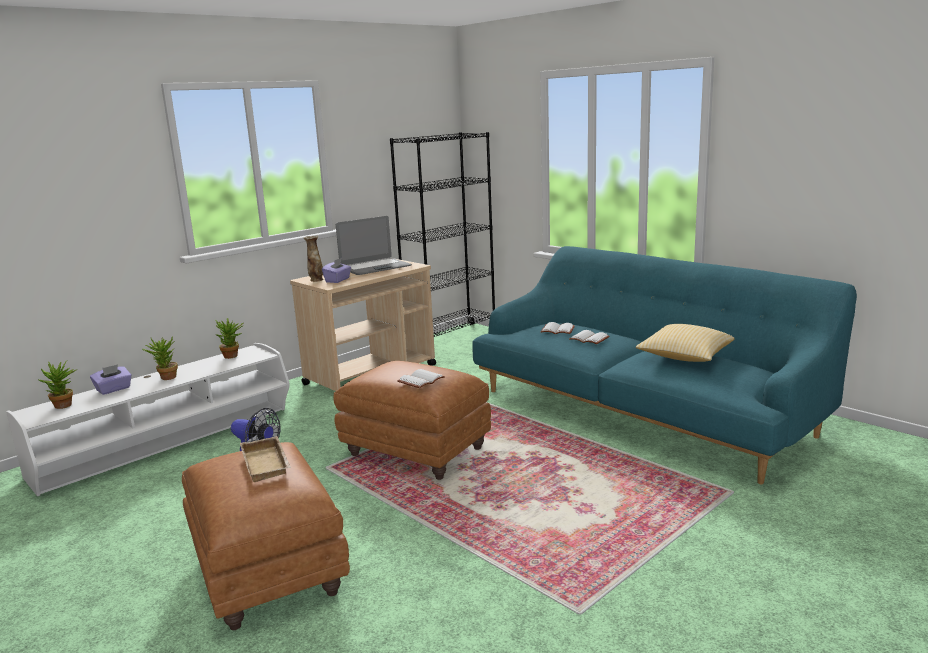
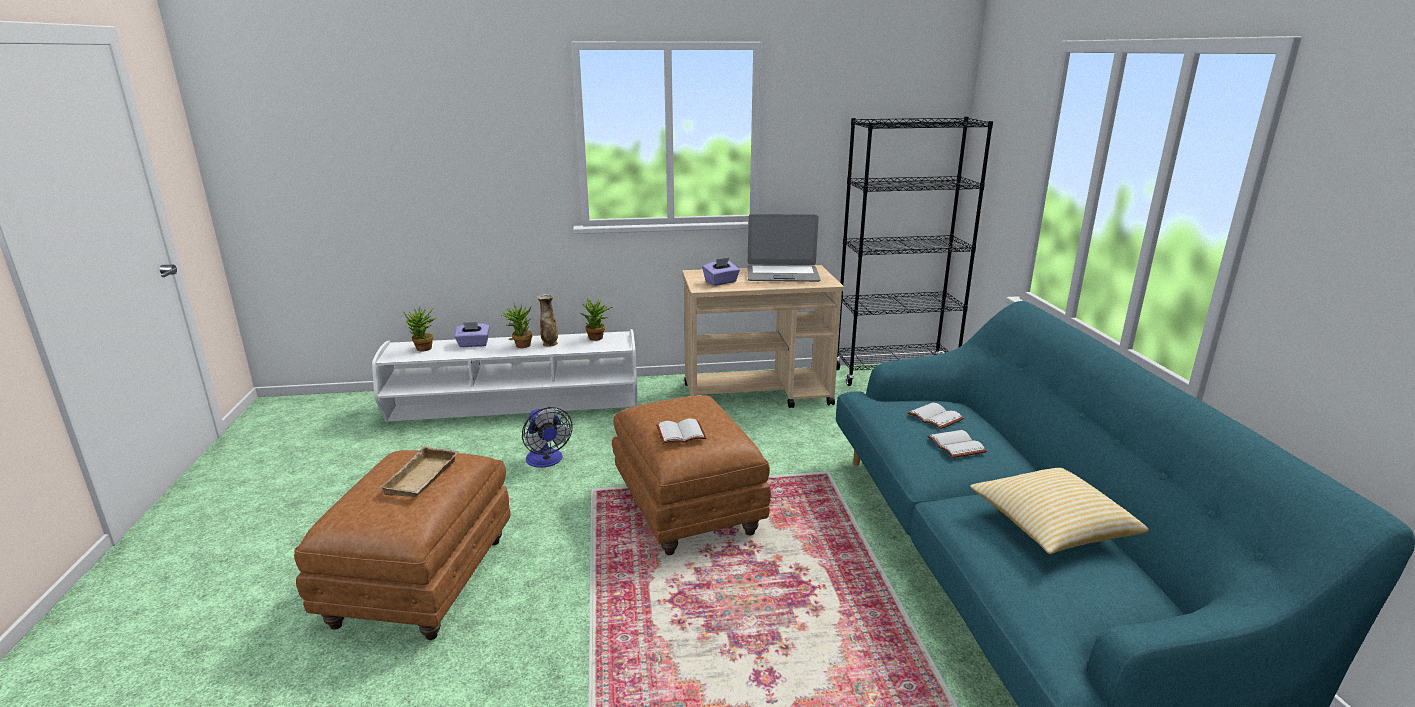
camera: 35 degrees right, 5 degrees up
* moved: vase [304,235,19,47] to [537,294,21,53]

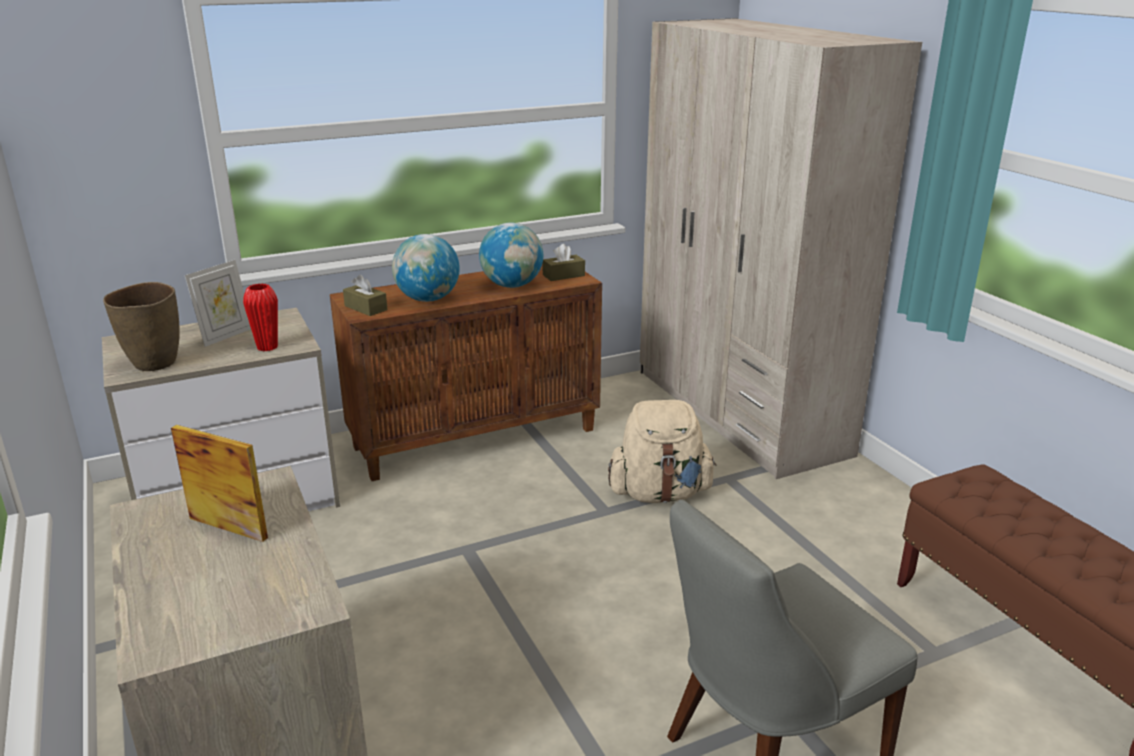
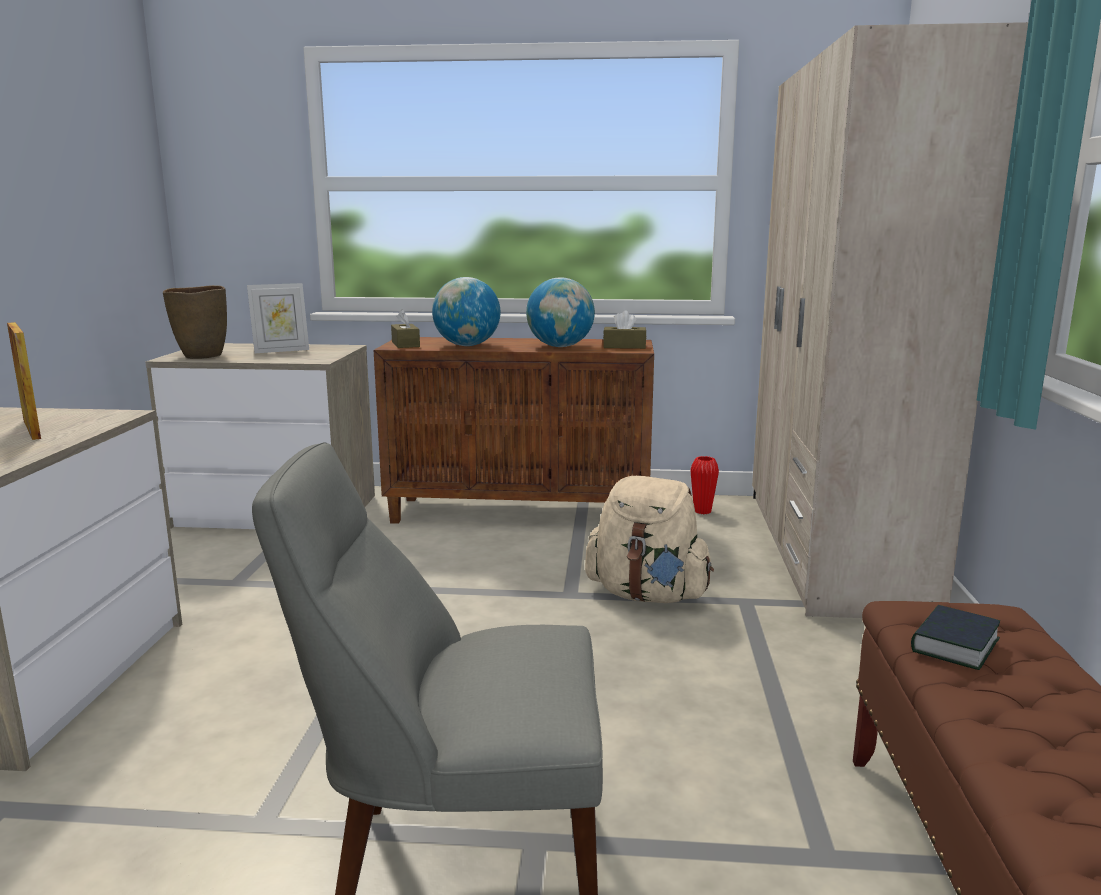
camera: 30 degrees right, 10 degrees down
* moved: red-coloured vase [243,284,35,67] to [690,456,29,58]
* added: bound book [911,605,89,65]

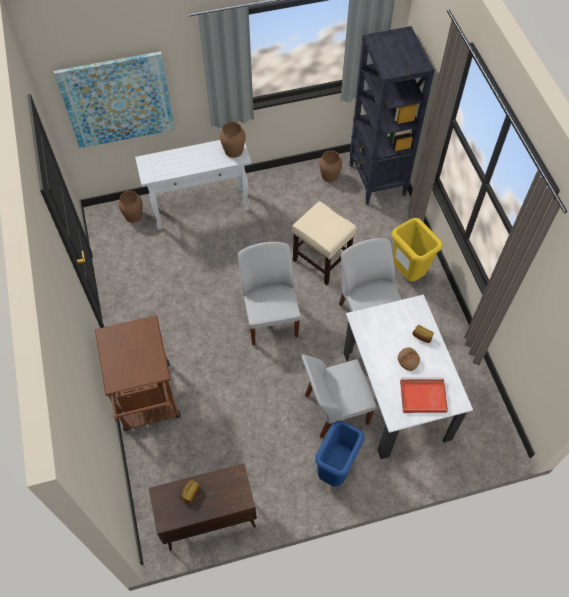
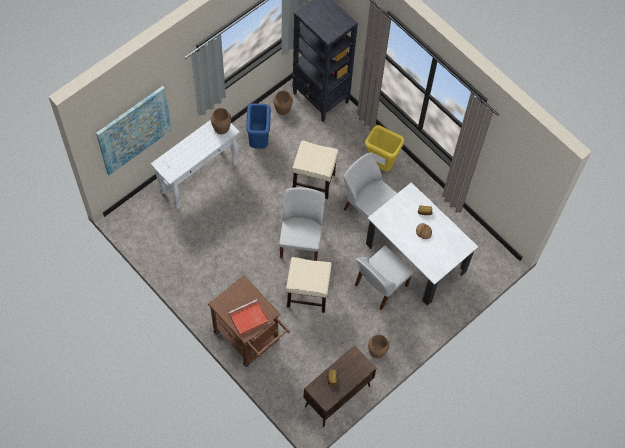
camera: 30 degrees left, 5 degrees up
* moved: red-coloured serving tray [400,377,48,36] to [229,299,39,36]
* moved: blue-coloured rubbish bin [315,420,50,67] to [246,104,25,44]
* turned: white upright chair [238,242,63,103] = [279,187,46,74] 45 degrees clockwise
* added: sand-coloured stool seat [286,257,46,56]
* moved: brown-coloured vase [118,191,25,32] to [368,335,21,23]

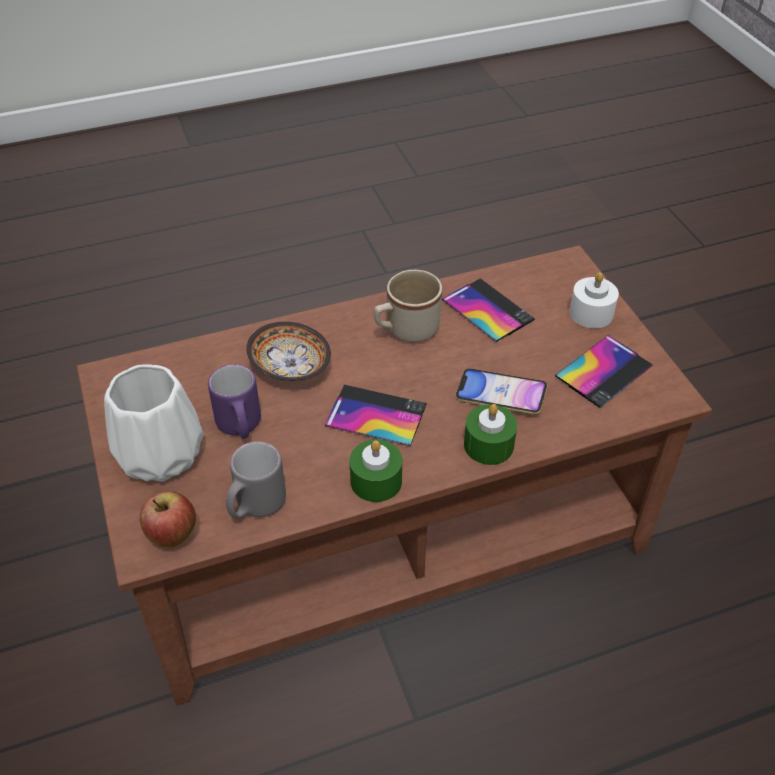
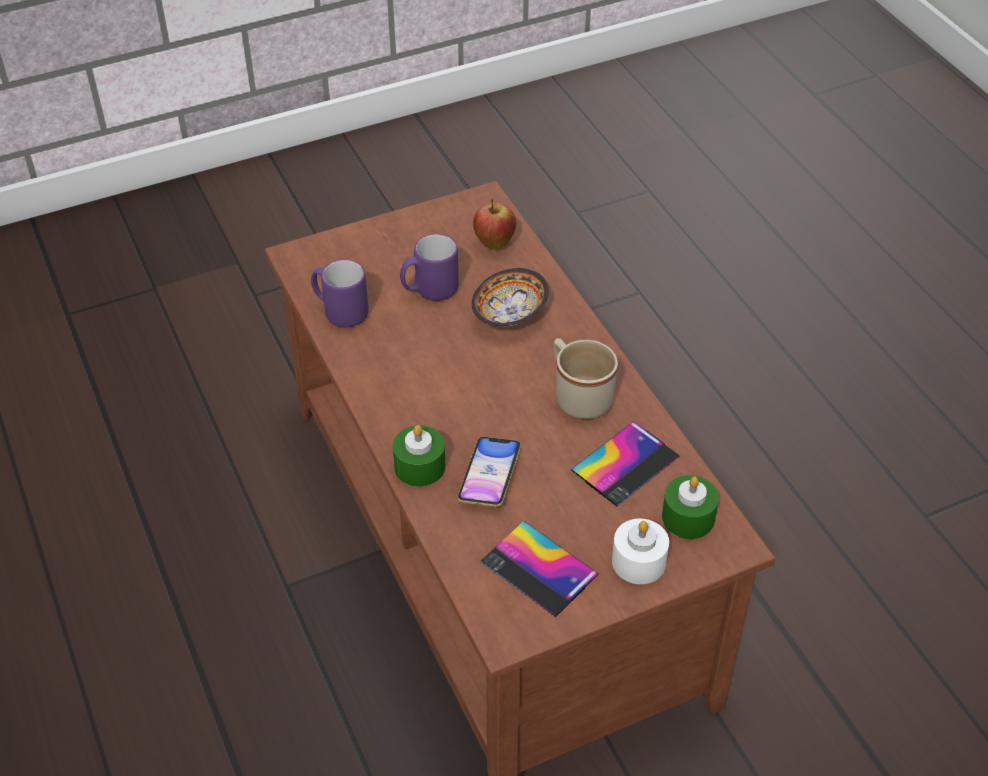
camera: 85 degrees right, 0 degrees up
* recoloured: greyish mug [226,441,60,78] to purplish mug [311,260,58,67]
* moved: apple [140,491,56,57] to [473,199,43,51]
* moved: green-coloured candle [349,439,53,63] to [662,475,57,64]
* removed: white vase [104,364,100,118]
* removed: phone [325,385,102,61]

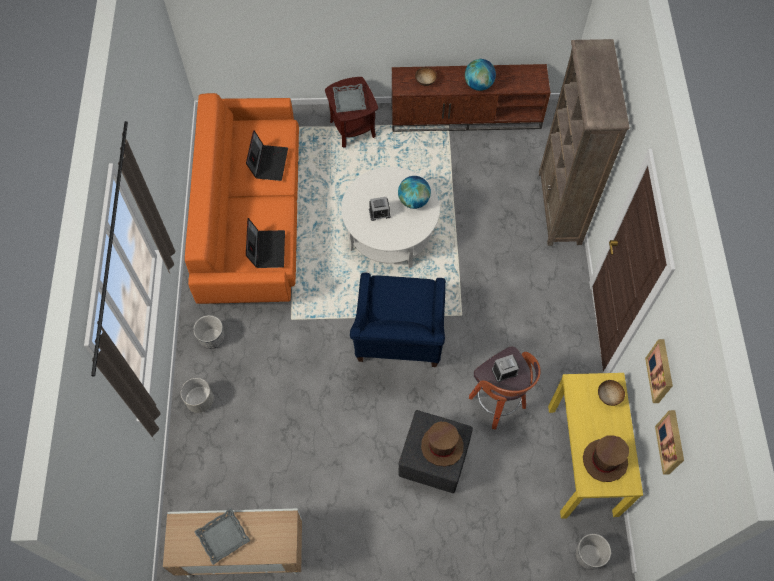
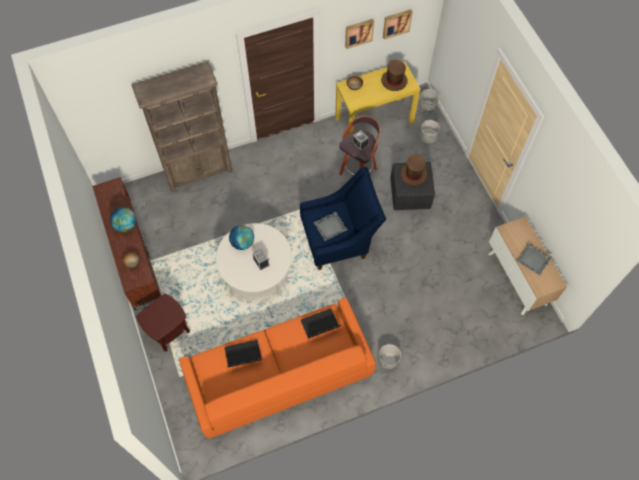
camera: 110 degrees left, 0 degrees up
* moved: greyish serving tray [333,84,33,29] to [314,212,34,29]
* moved: greyish planter [181,378,33,35] to [420,120,20,23]

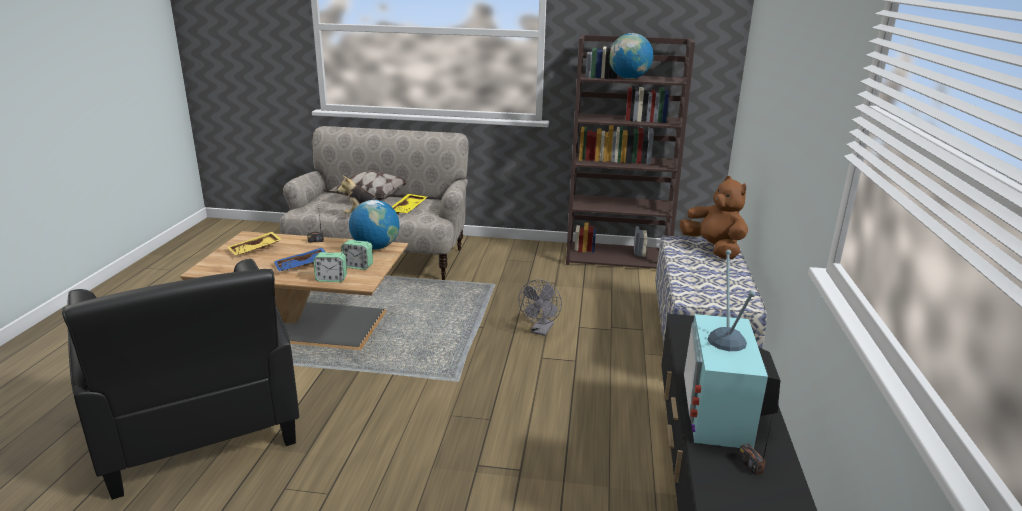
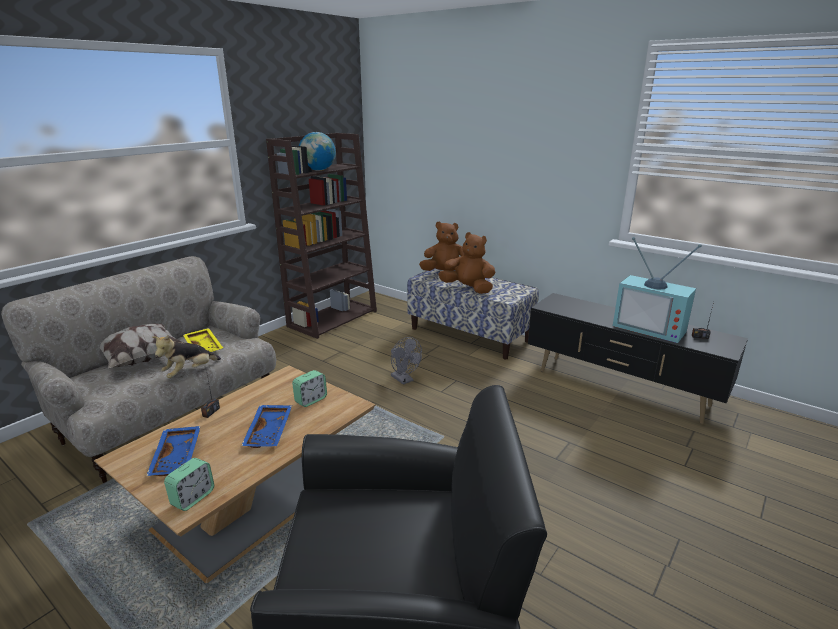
camera: 60 degrees left, 0 degrees up
* recoloured: yellowish serving tray [227,232,55,23] to blue-coloured serving tray [146,426,55,50]
* moved: bedside clock [313,252,34,30] to [164,458,50,53]
* added: brown-coloured plush toy [438,232,57,62]
* removed: desk globe [349,200,51,49]

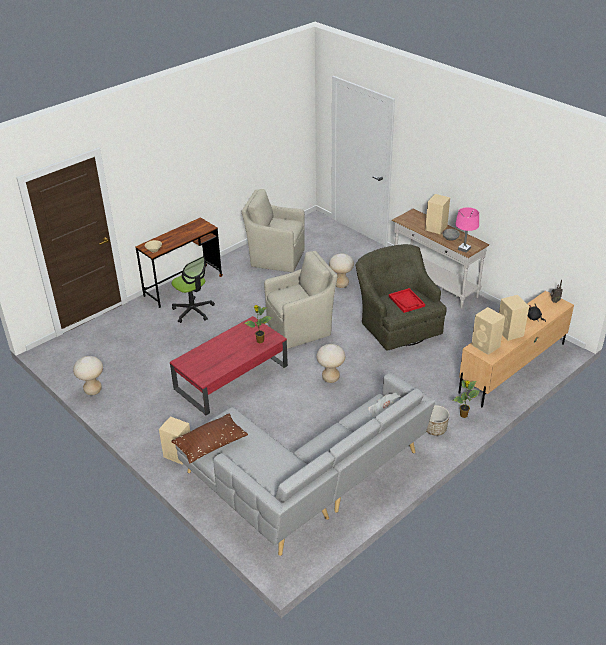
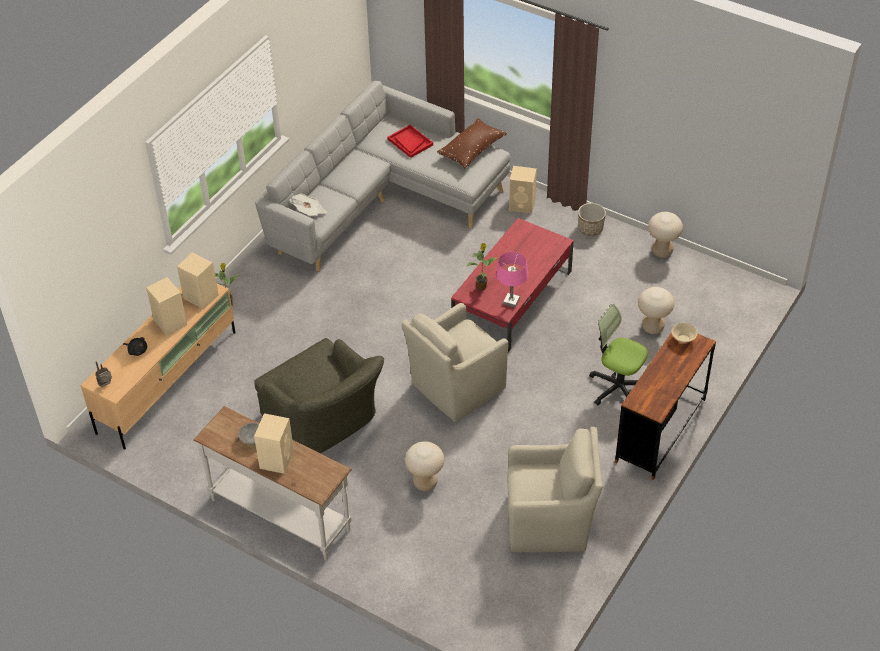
camera: 165 degrees right, 10 degrees up
* moved: red-coloured serving tray [389,288,36,25] to [387,125,46,33]
* moved: pink lamp for a table [455,207,24,46] to [496,252,32,56]
* moved: planter [426,405,24,31] to [578,203,28,33]
* moved: sand-coloured stool seat [316,344,29,39] to [638,287,36,47]

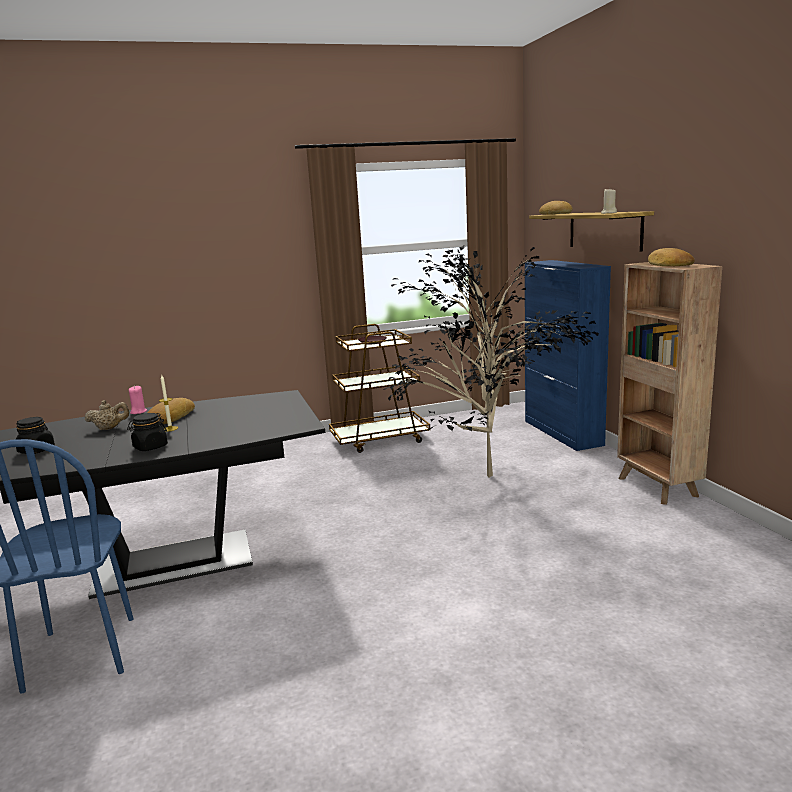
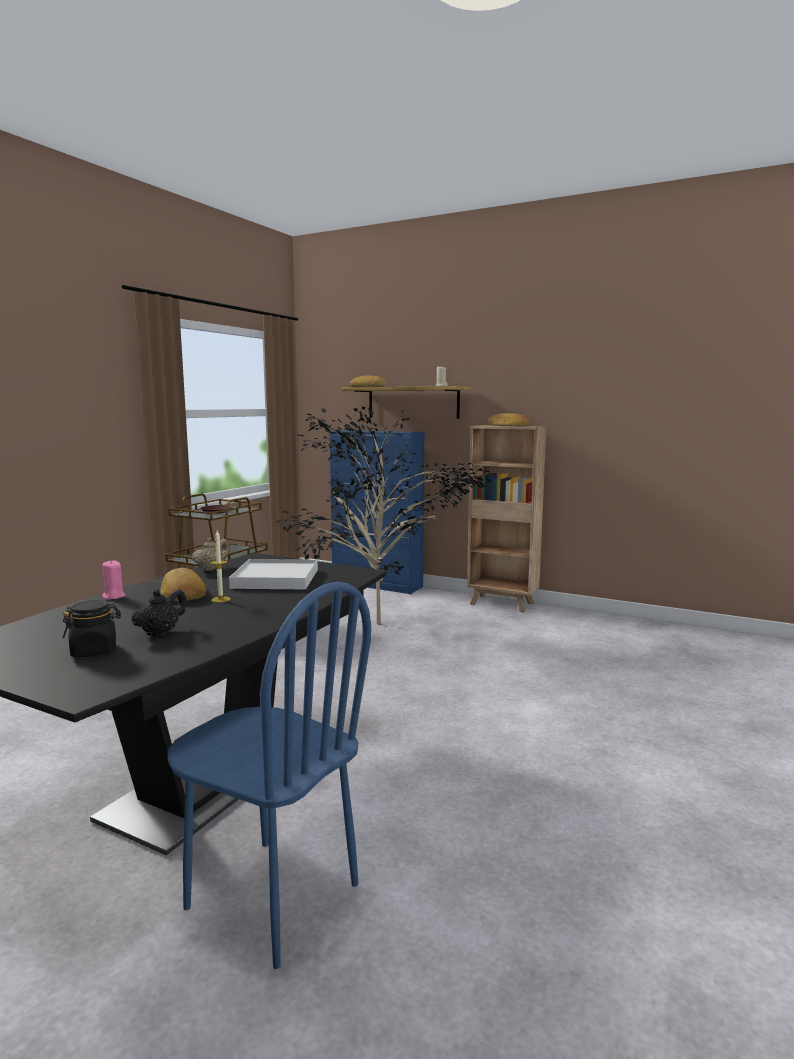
camera: 45 degrees left, 5 degrees down
* added: blackish tea pot [131,589,56,48]
* moved: sand-coloured tea pot [84,400,45,30] to [192,538,38,33]
* added: white serving tray [229,559,89,30]
* removed: blackish preserve jar [127,413,41,38]

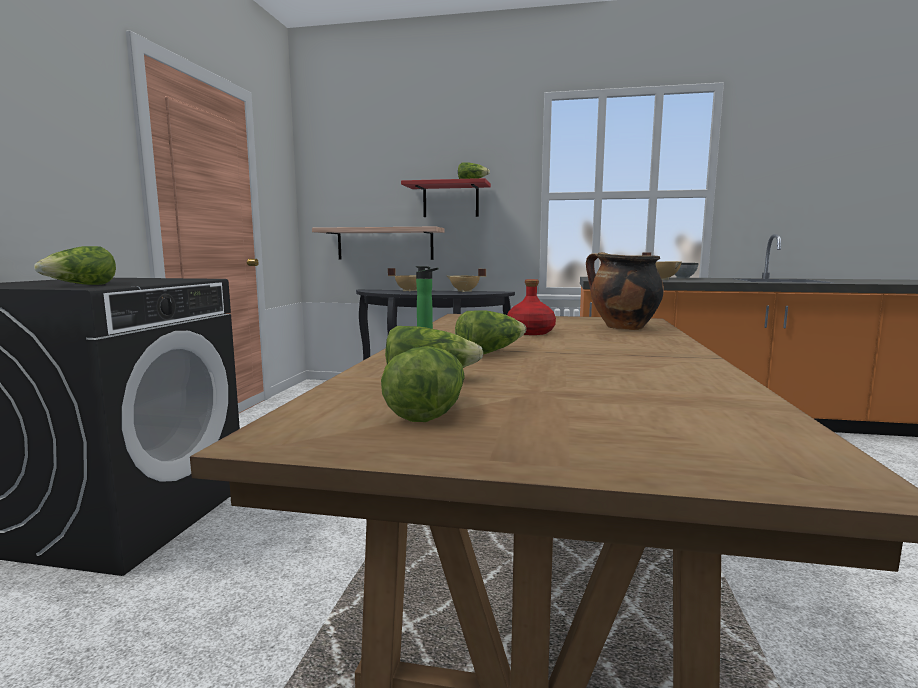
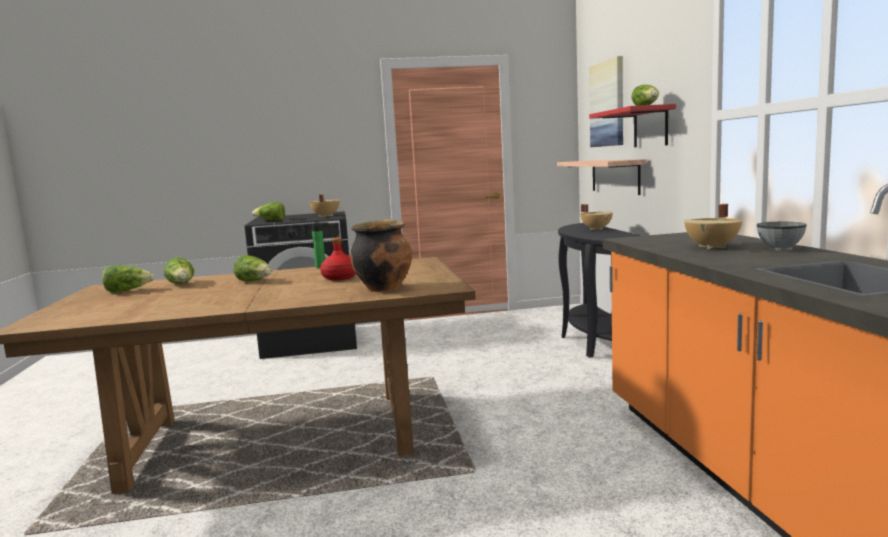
camera: 70 degrees right, 0 degrees up
* moved: sand-coloured stockpot [447,269,39,23] to [309,194,31,23]
* added: wall picture [589,56,34,91]

